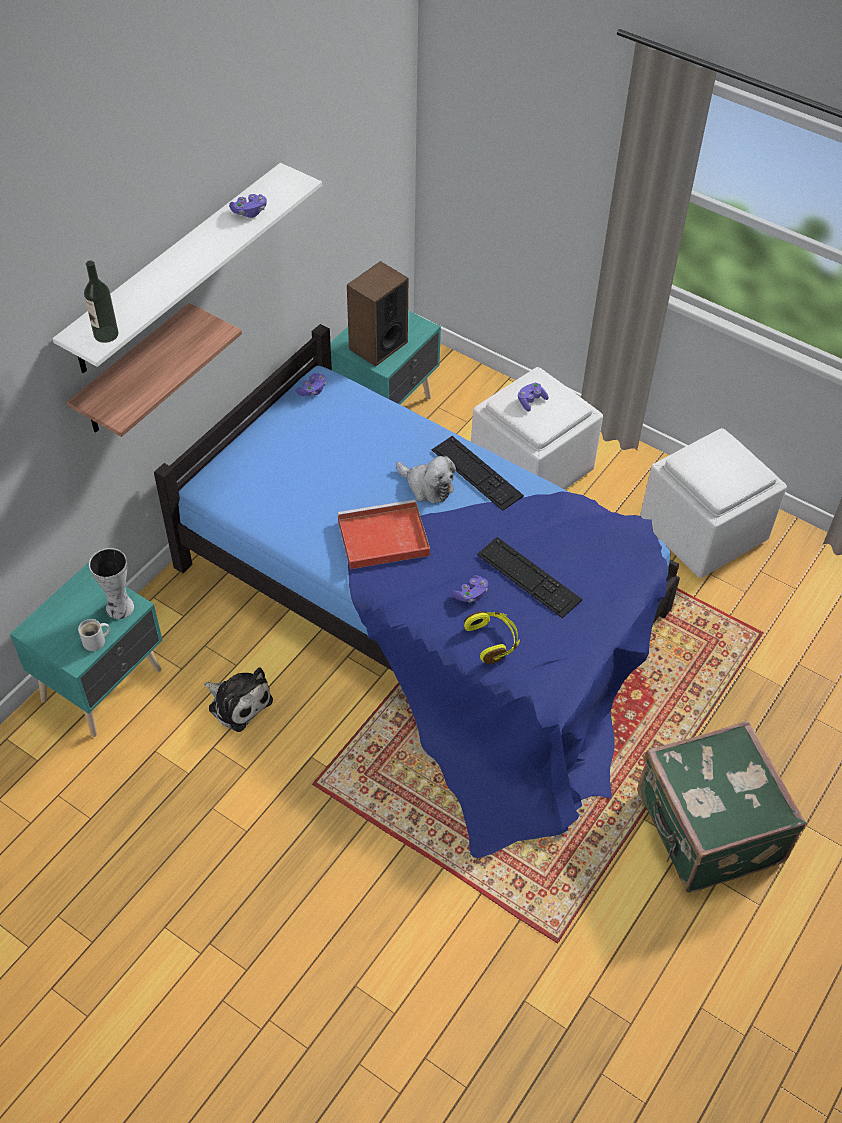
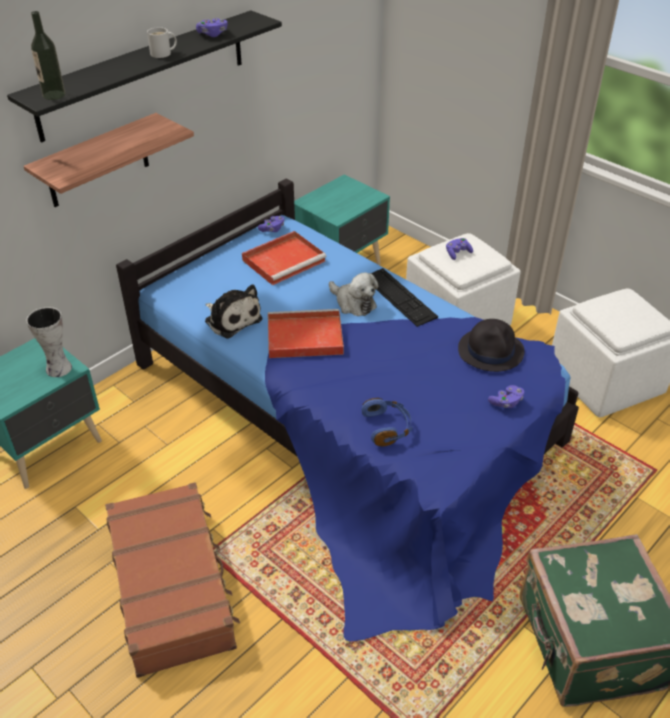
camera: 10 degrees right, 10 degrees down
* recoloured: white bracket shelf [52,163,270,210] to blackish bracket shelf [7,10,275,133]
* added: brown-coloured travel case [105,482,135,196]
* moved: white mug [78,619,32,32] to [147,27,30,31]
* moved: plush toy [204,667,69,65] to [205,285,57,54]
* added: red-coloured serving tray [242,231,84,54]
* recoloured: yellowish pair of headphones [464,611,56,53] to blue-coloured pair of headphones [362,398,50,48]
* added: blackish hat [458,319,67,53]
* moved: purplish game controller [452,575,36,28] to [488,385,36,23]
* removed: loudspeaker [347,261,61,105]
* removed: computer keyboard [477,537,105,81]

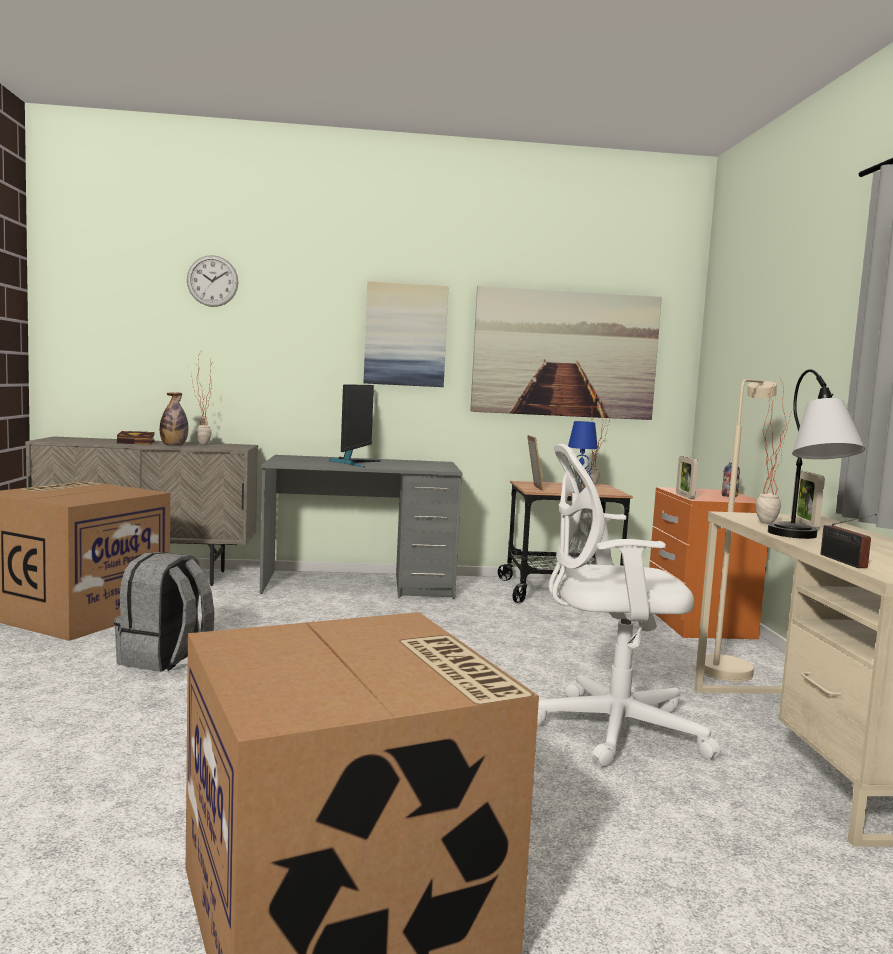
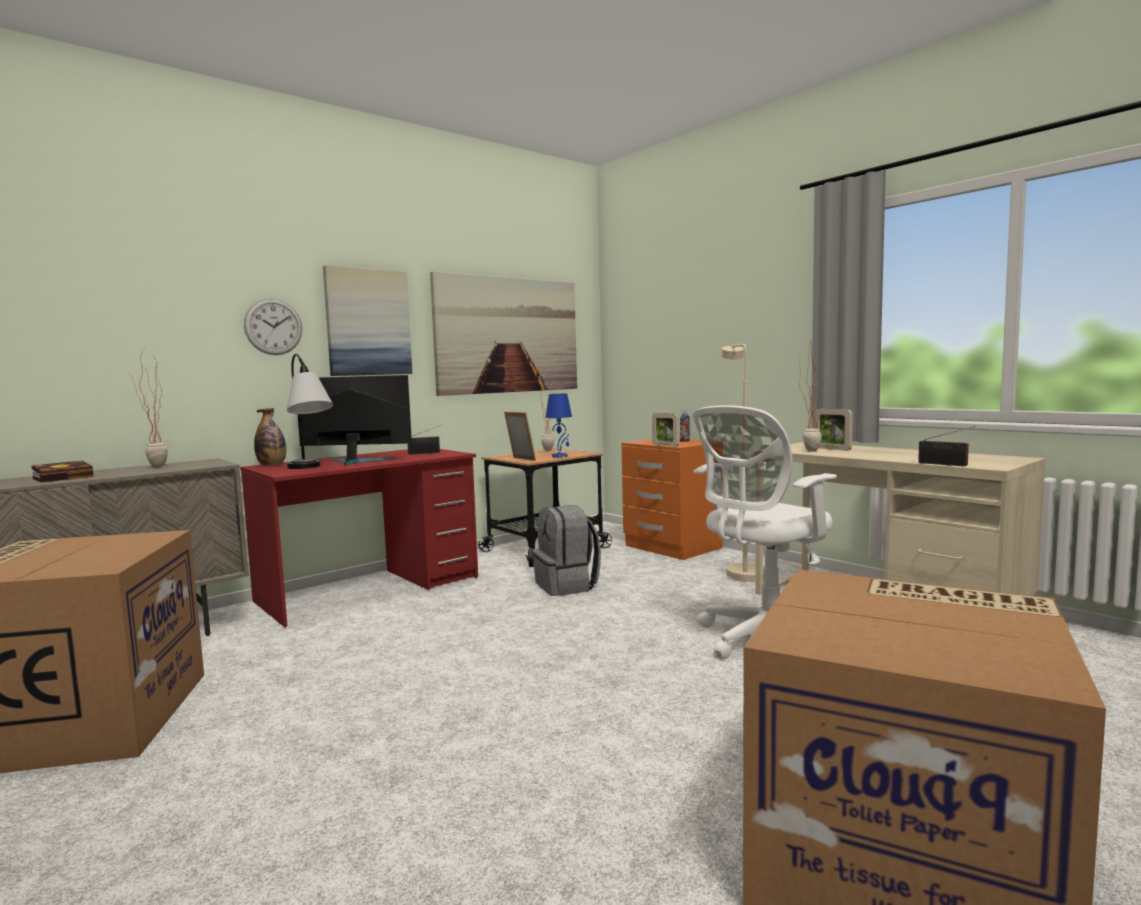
camera: 35 degrees left, 0 degrees up
* recoloured: greyish desk [260,455,202,144] to red-coloured desk [240,449,238,178]
* moved: clock on the wall [187,255,51,52] to [244,298,58,57]
* moved: beverage bottle [160,393,28,53] to [254,408,32,58]
* moved: lamp for a table [768,369,97,170] to [287,354,46,115]
* turned: computer display [329,384,52,83] = [298,375,114,90] 60 degrees counterclockwise
* added: radio set [407,424,35,31]
* moved: greyish rucksack [114,552,100,120] to [532,505,69,91]

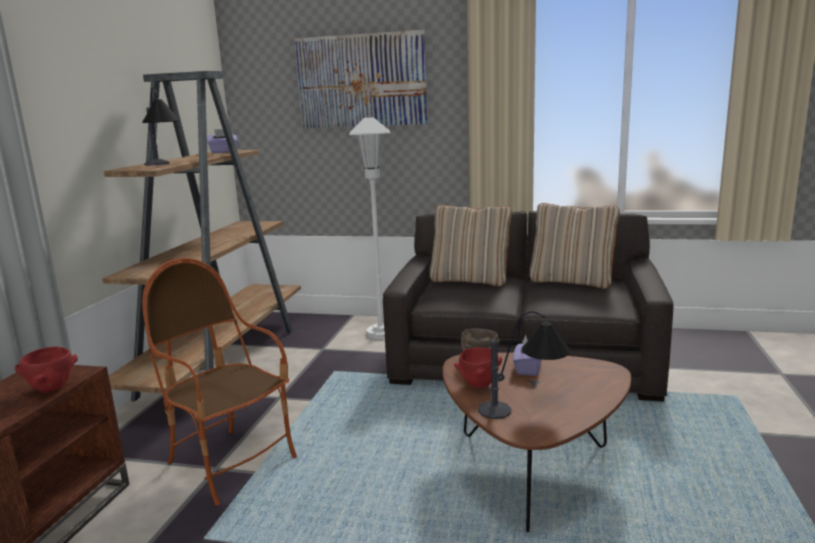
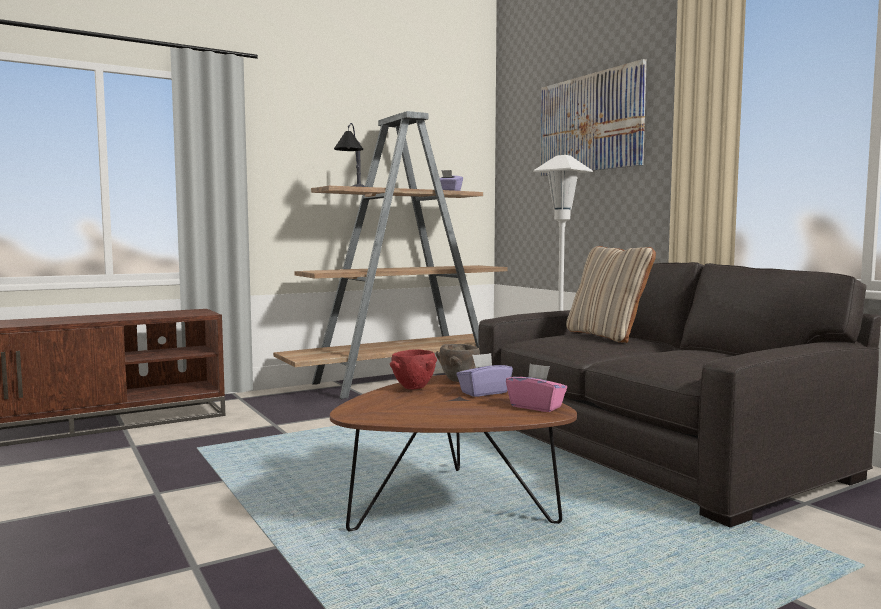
camera: 45 degrees right, 10 degrees down
* added: pink tissue holder [506,364,61,48]
* removed: red-coloured serving bowl [15,347,63,46]
* removed: easy chair [142,258,155,248]
* removed: lamp for a table [478,311,92,108]
* removed: sand-coloured cushion [530,203,90,86]

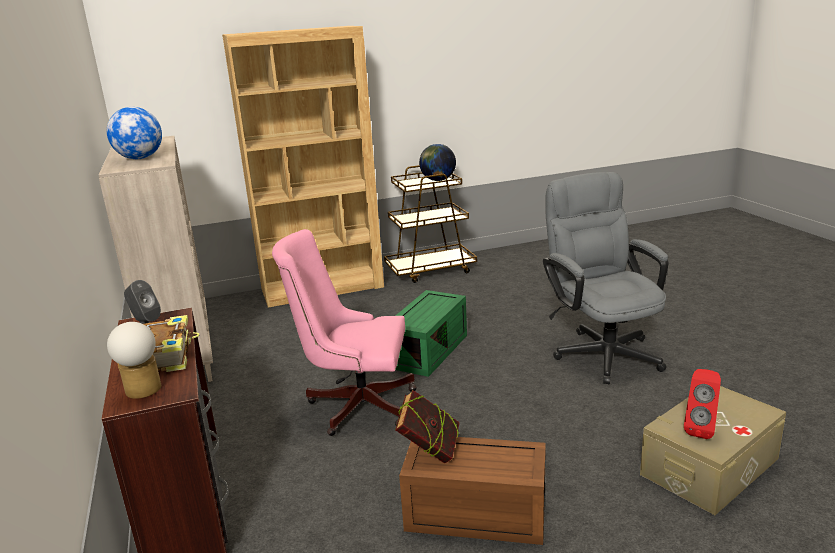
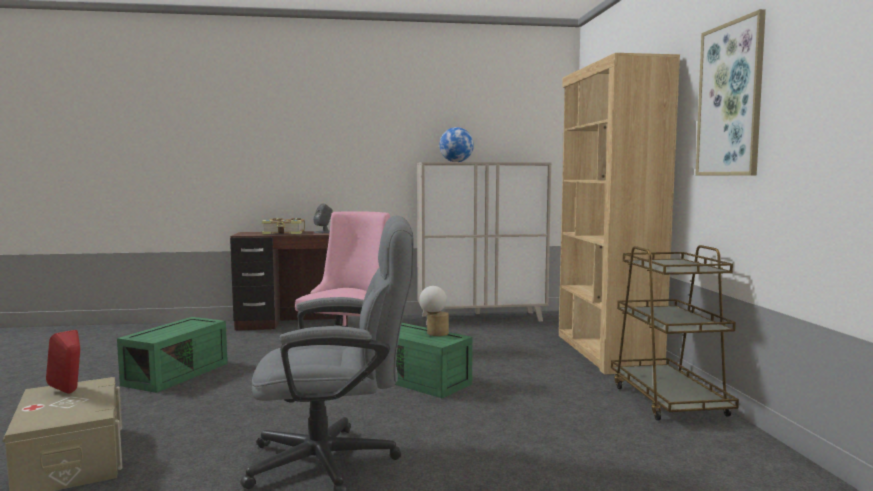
camera: 100 degrees right, 15 degrees down
* recoloured: brown-coloured storage box [399,437,147,108] to green-coloured storage box [117,317,111,76]
* moved: lamp for a table [107,322,54,77] to [419,286,30,50]
* added: wall picture [695,9,71,166]
* removed: bound book [395,390,65,73]
* removed: desk globe [419,144,37,37]

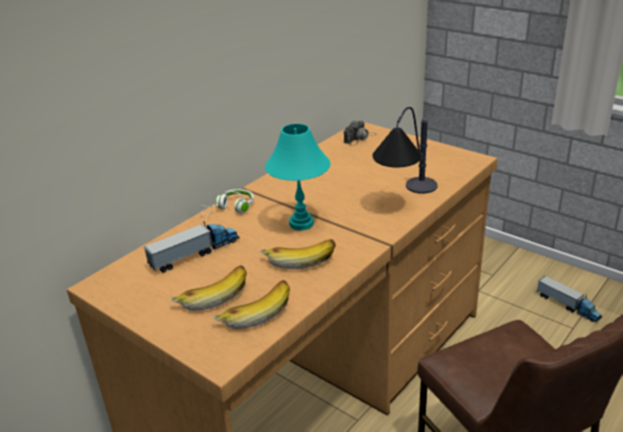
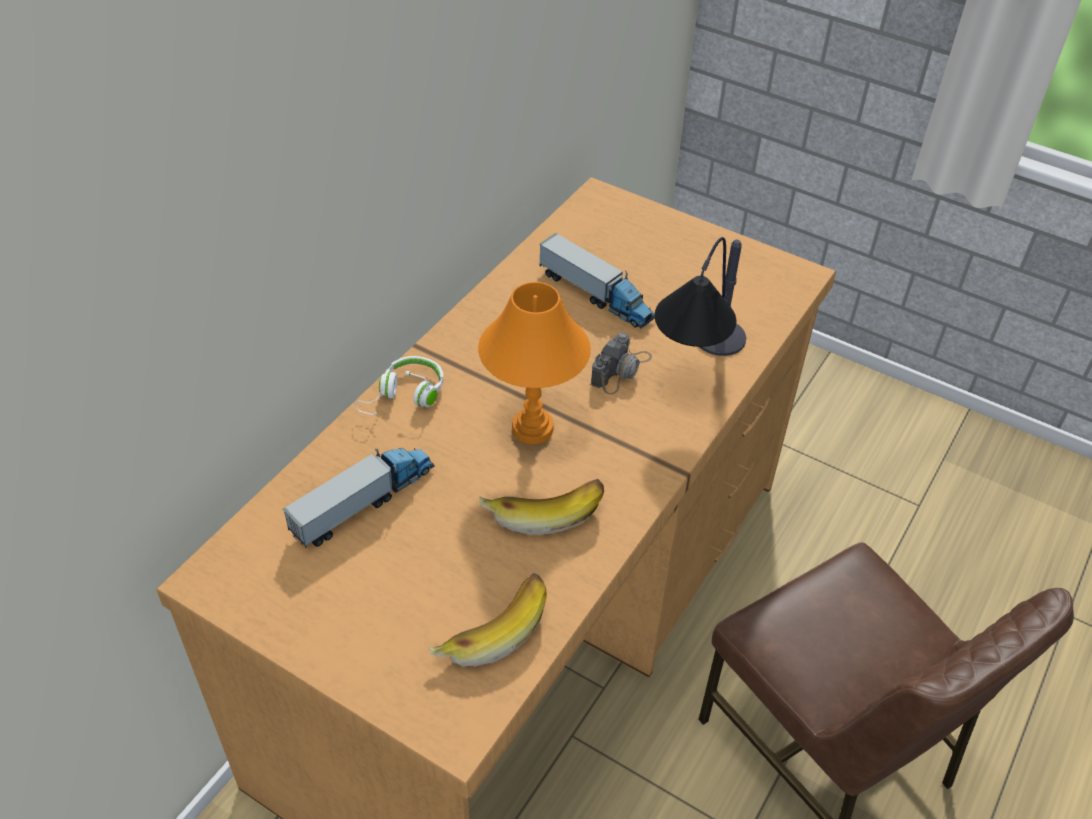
camera: 10 degrees left, 15 degrees up
* recoloured: turquoise-coloured lamp for a table [265,124,65,106] to orange-coloured lamp for a table [478,282,113,162]
* moved: toy truck [537,276,65,46] to [539,233,116,96]
* moved: photo camera [344,120,32,26] to [591,332,61,63]
* removed: banana [170,265,77,46]

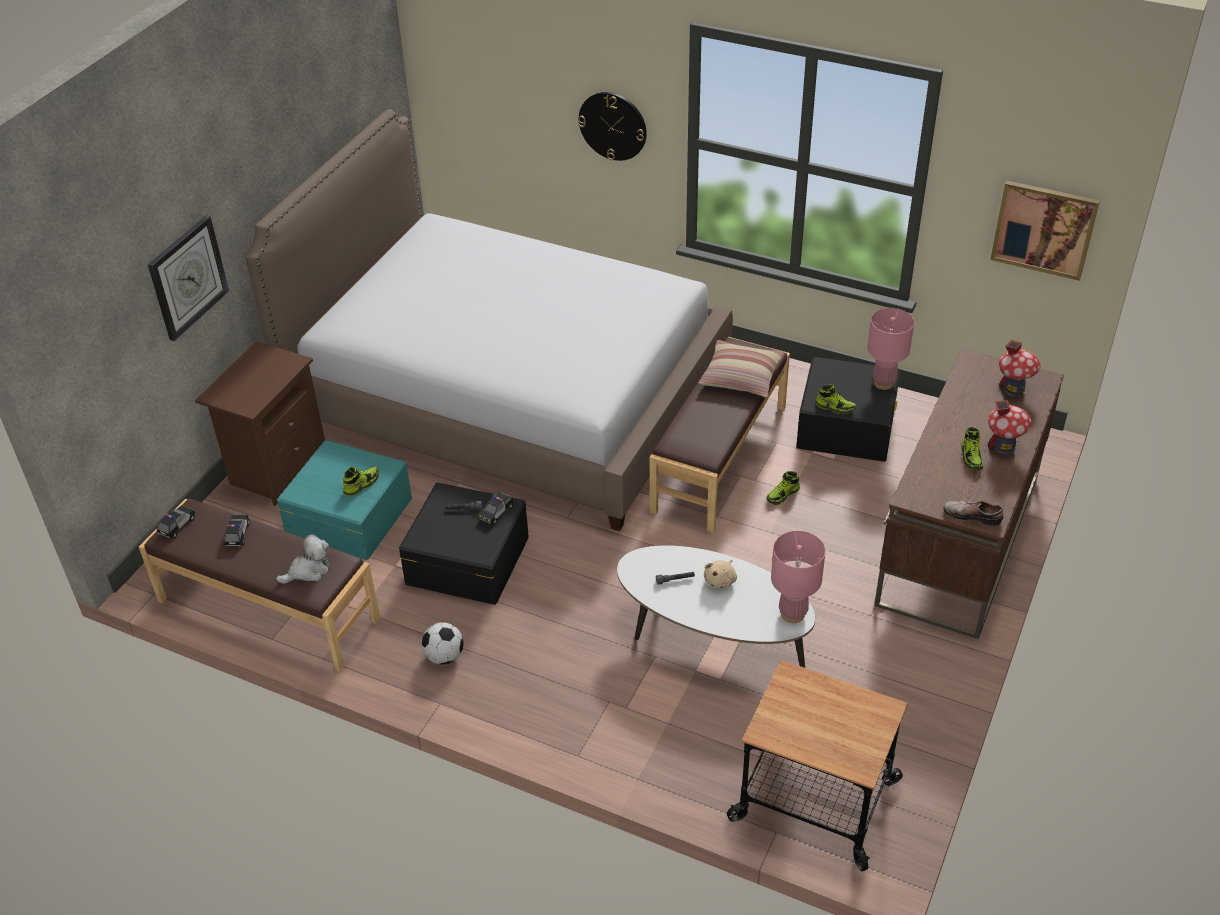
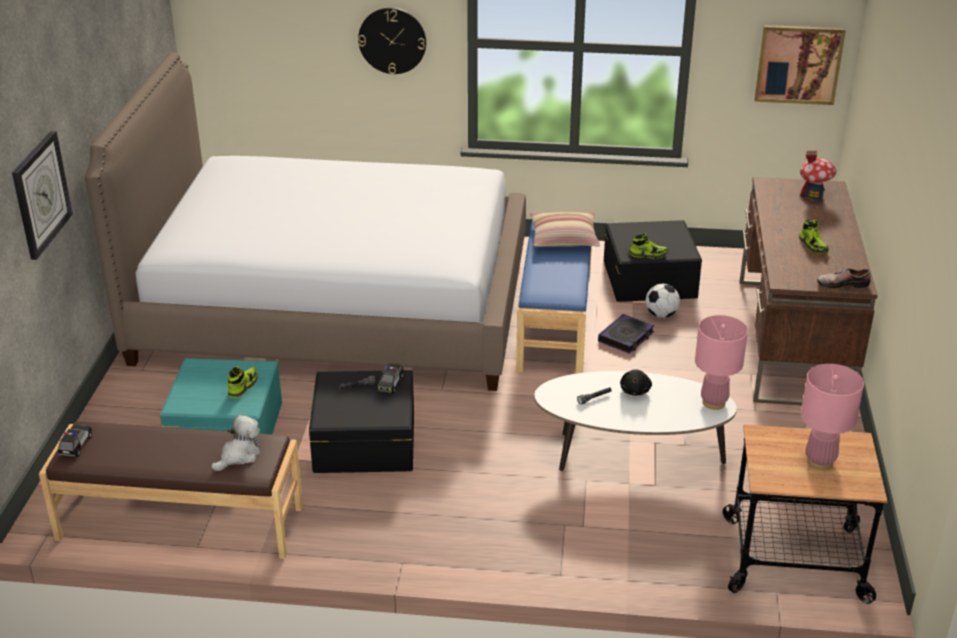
camera: 20 degrees left, 10 degrees down
* recoloured: brown-coloured long seat [650,337,140,196] to blue-coloured long seat [516,220,76,154]
* replaced: item of footwear [766,471,34,34] to bound book [598,314,56,40]
* recoloured: sand-coloured plush toy [704,560,33,28] to blackish plush toy [620,369,32,27]
* moved: football [422,622,42,42] to [646,284,34,34]
* moved: pink lamp for a table [867,308,47,82] to [801,364,63,106]
* removed: brown-coloured night table [195,341,130,165]
* removed: model car [224,514,26,33]
* removed: model house [988,400,44,55]

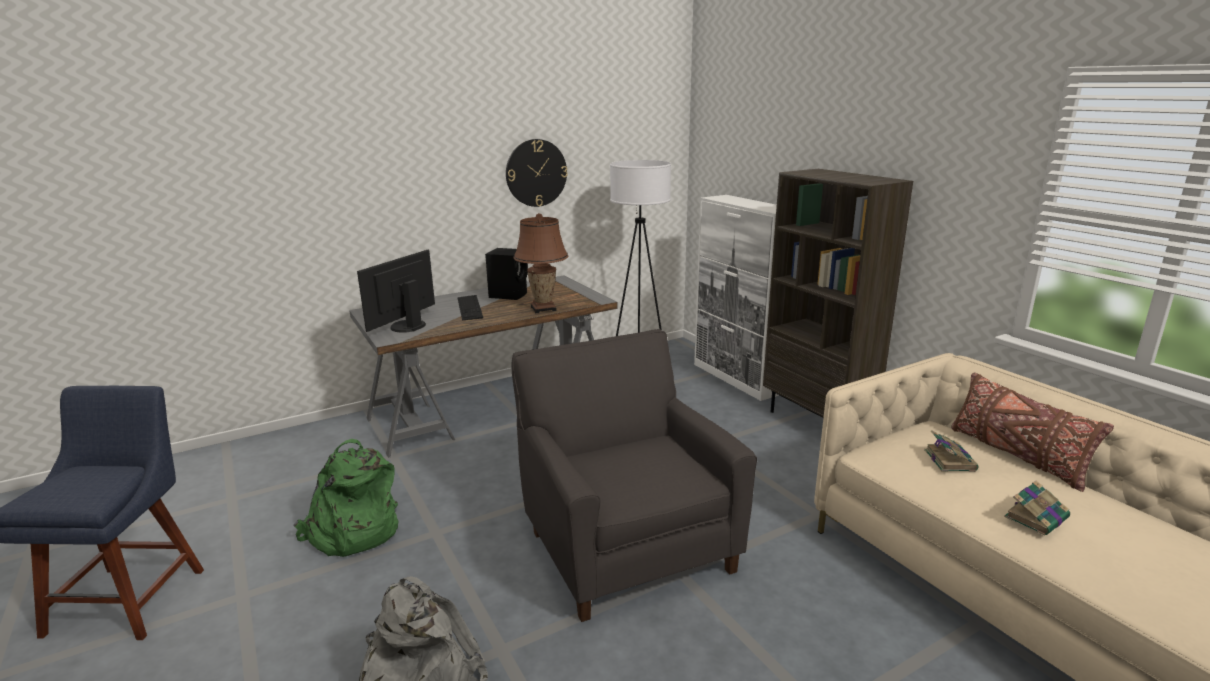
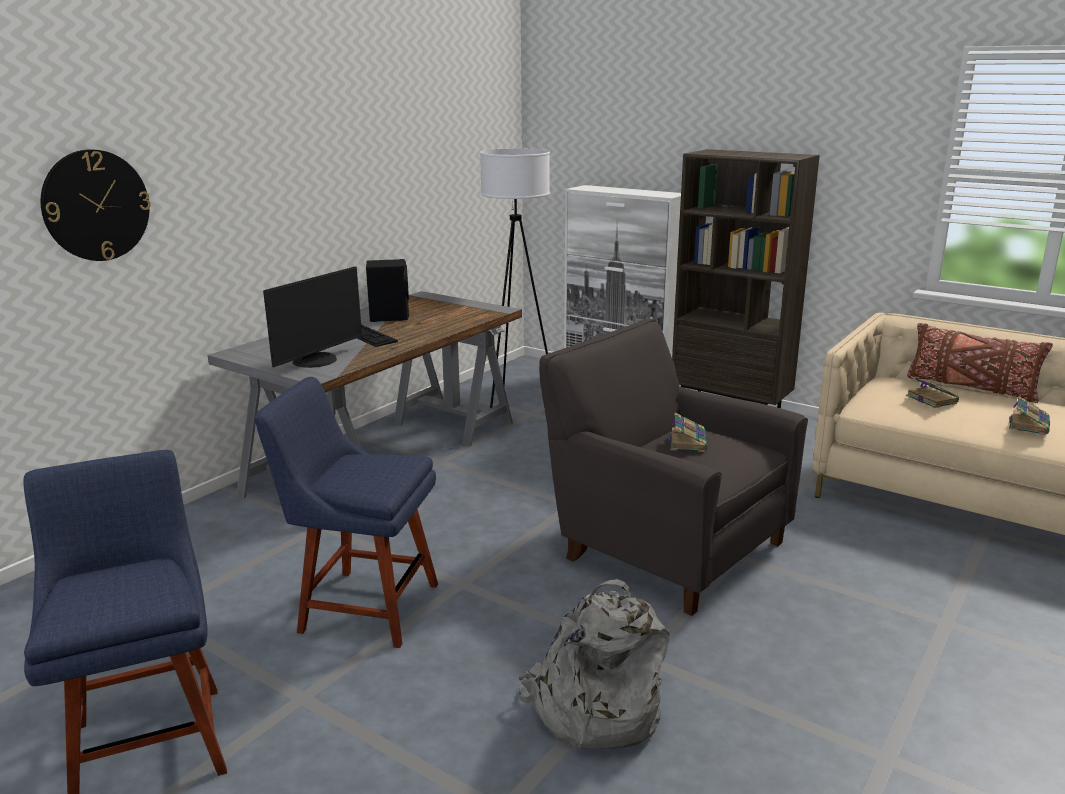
camera: 25 degrees left, 0 degrees up
* moved: clock on the wall [506,139,62,68] to [41,149,110,112]
* replaced: green-coloured rucksack [293,439,105,118] to blue-coloured upright chair [254,377,184,271]
* turned: computer display [357,249,78,84] = [263,266,99,102] 150 degrees counterclockwise
* added: bound book [669,413,39,39]
* removed: brown-coloured lamp for a table [514,213,54,100]

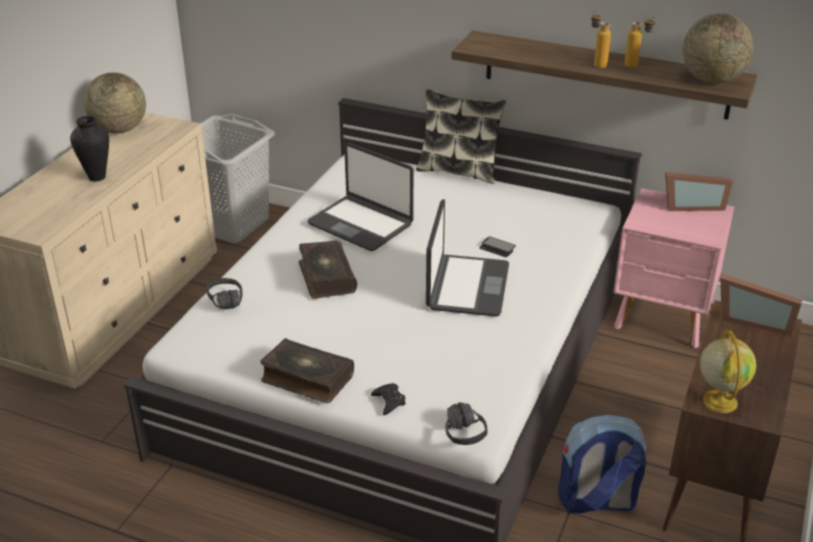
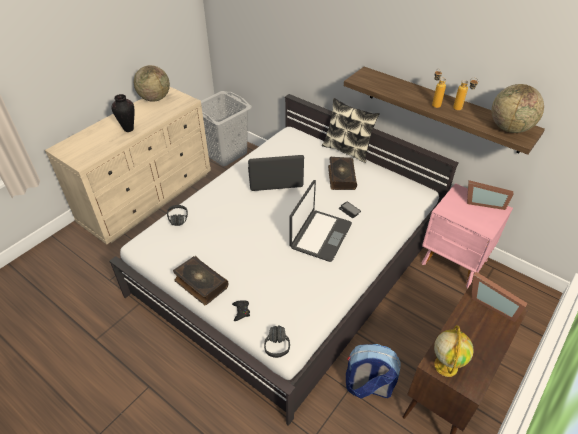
camera: 15 degrees right, 10 degrees up
* turned: laptop [307,143,107,108] = [248,155,56,36] 120 degrees clockwise
* moved: bound book [299,240,58,59] to [328,157,29,33]

